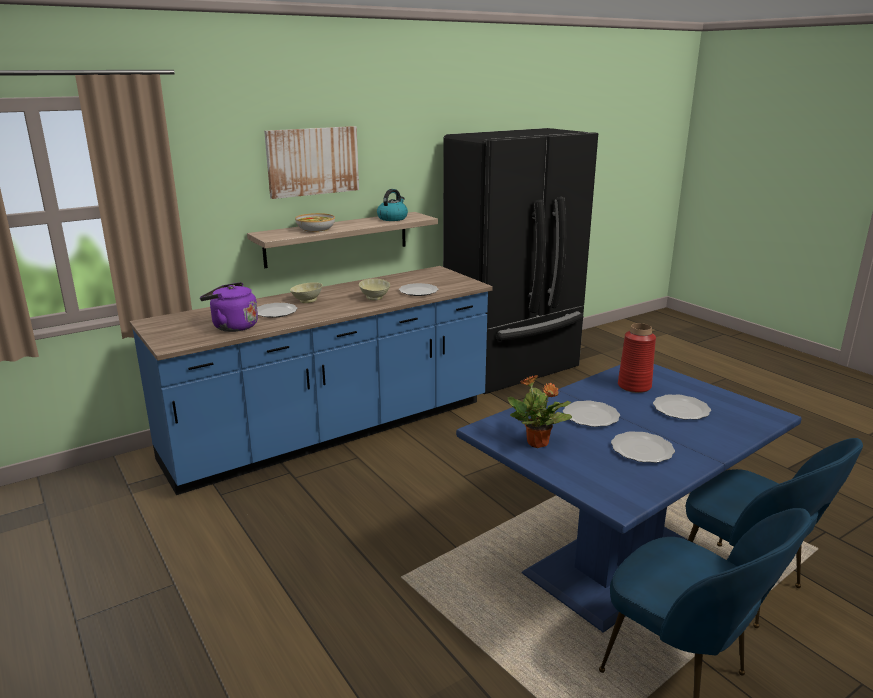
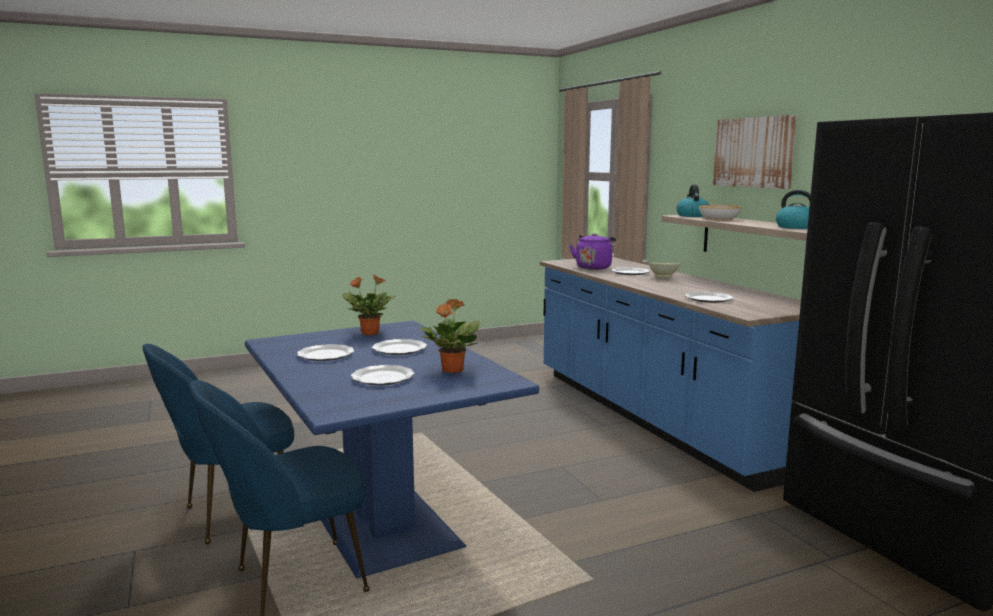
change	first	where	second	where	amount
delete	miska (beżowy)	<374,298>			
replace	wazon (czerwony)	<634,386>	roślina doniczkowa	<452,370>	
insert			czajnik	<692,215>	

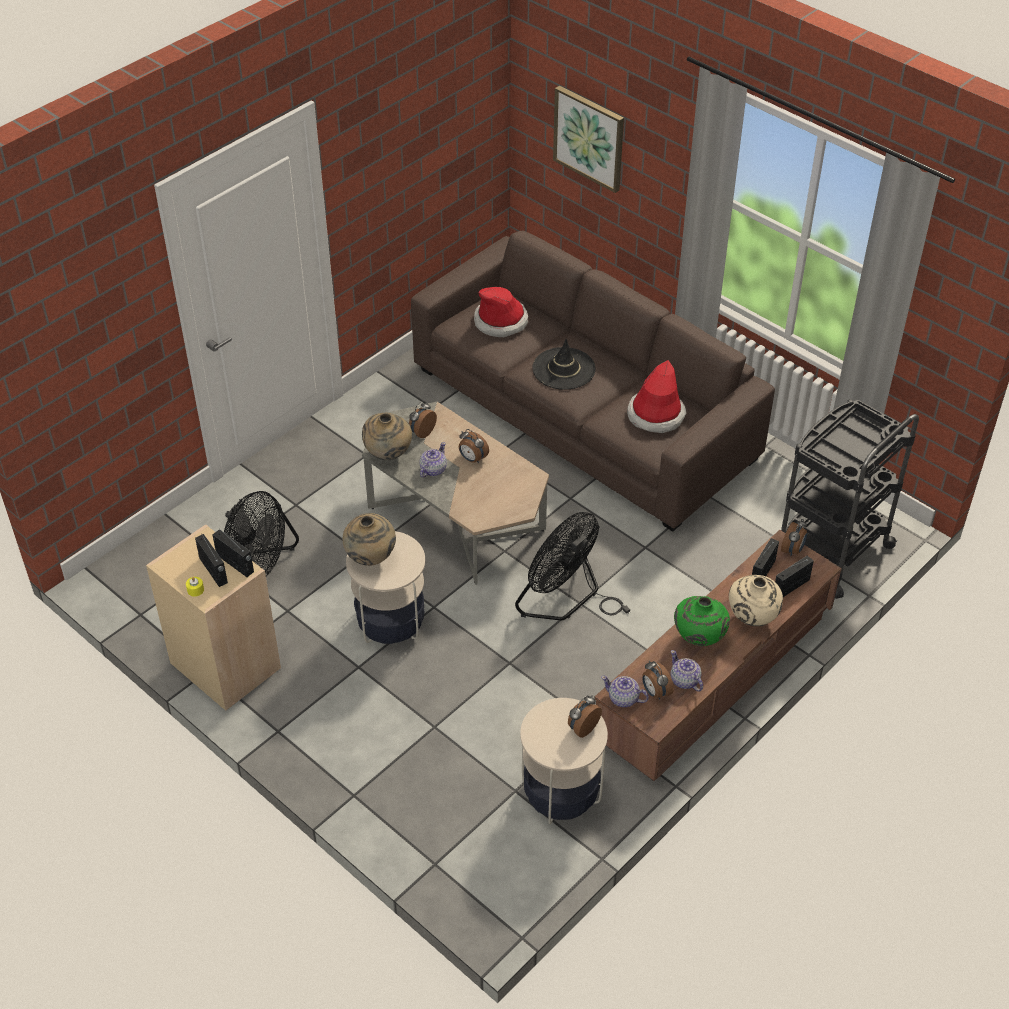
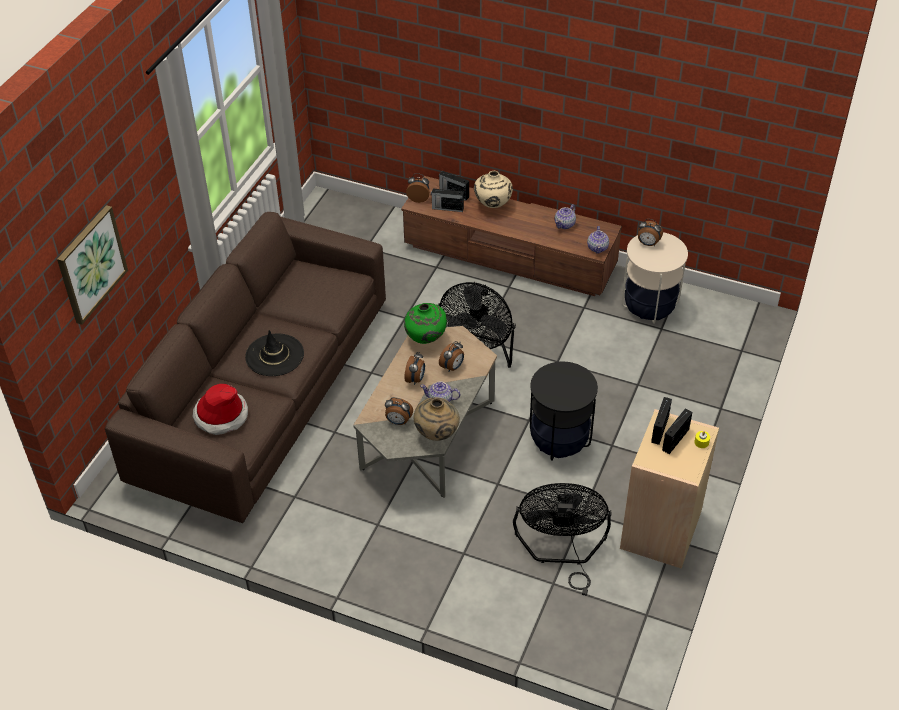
change	first	where	second	where	amount
delete	wazon (beżowy)	<371,559>			
recolor	stolik (beżowy)	<390,623>	stolik (czarny)	<559,440>	
delete	kapelusz	<656,415>			
move	budzik	<655,692>		<452,367>	
move	wazon (zielony)	<698,639>		<425,339>	
delete	wózek (czarny)	<830,550>			

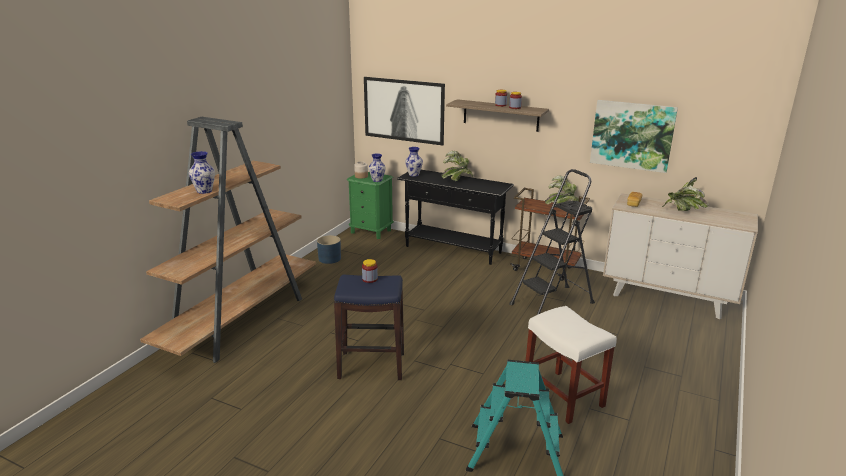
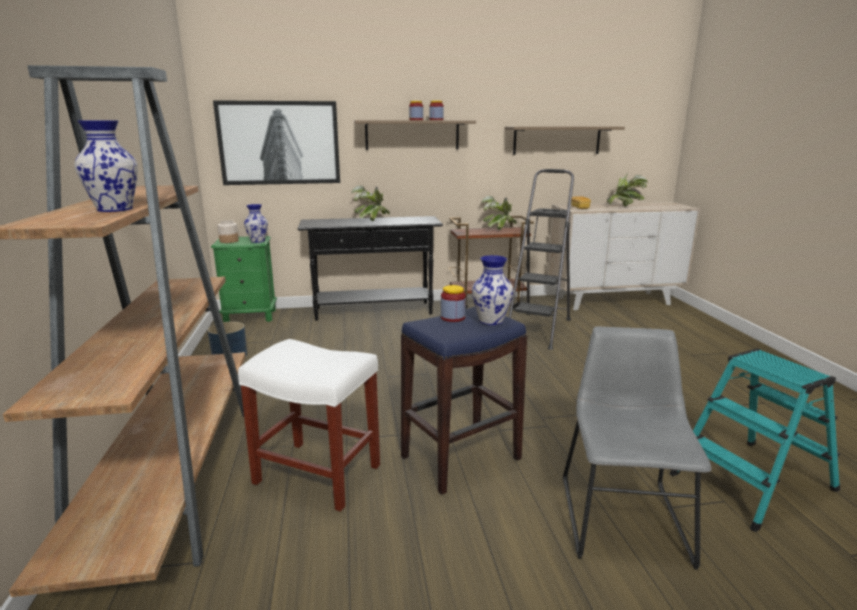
change	first	where	second	where	amount
move	wazon	<414,174>		<490,320>	
move	stołek (biały)	<564,397>		<319,474>	
replace	obraz	<632,135>	półka	<556,140>	
insert			krzesło (szary)	<622,514>	

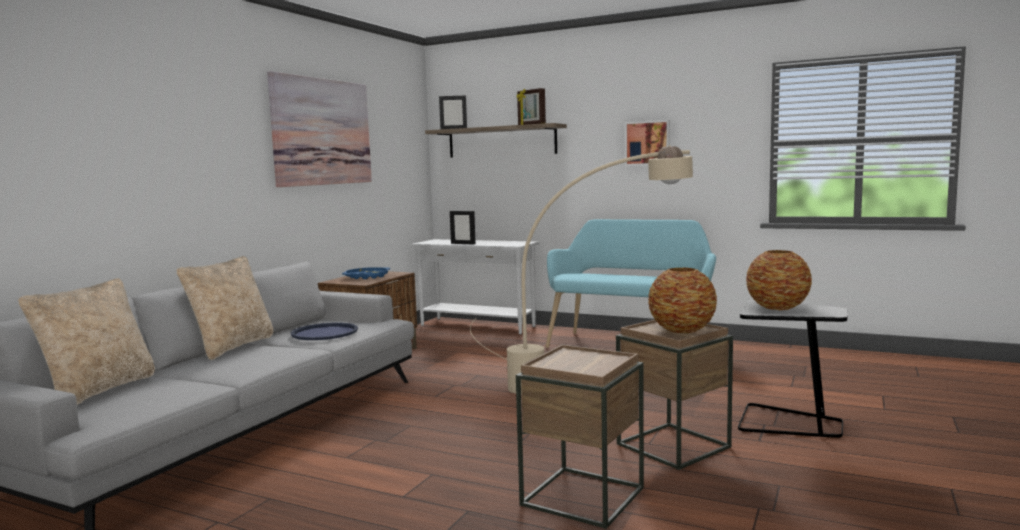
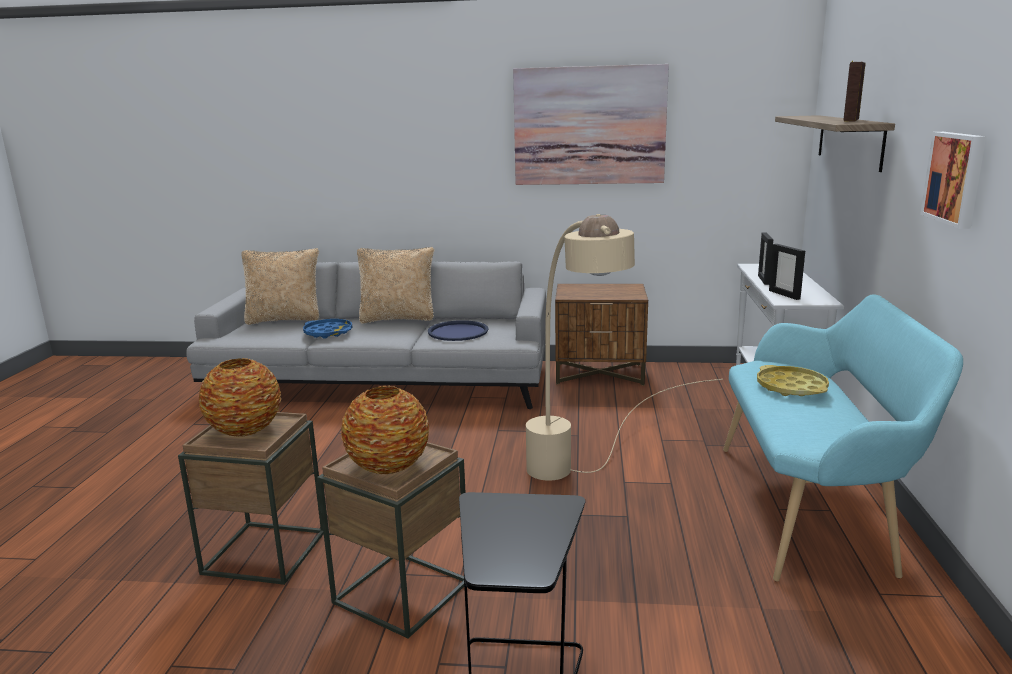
change	first	where	second	where	amount
move	taca (niebieski)	<366,277>		<328,332>	
move	ramka na zdjęcie	<453,129>		<785,294>	
move	wazon	<777,307>		<246,430>	
insert			taca (żółty)	<791,387>	

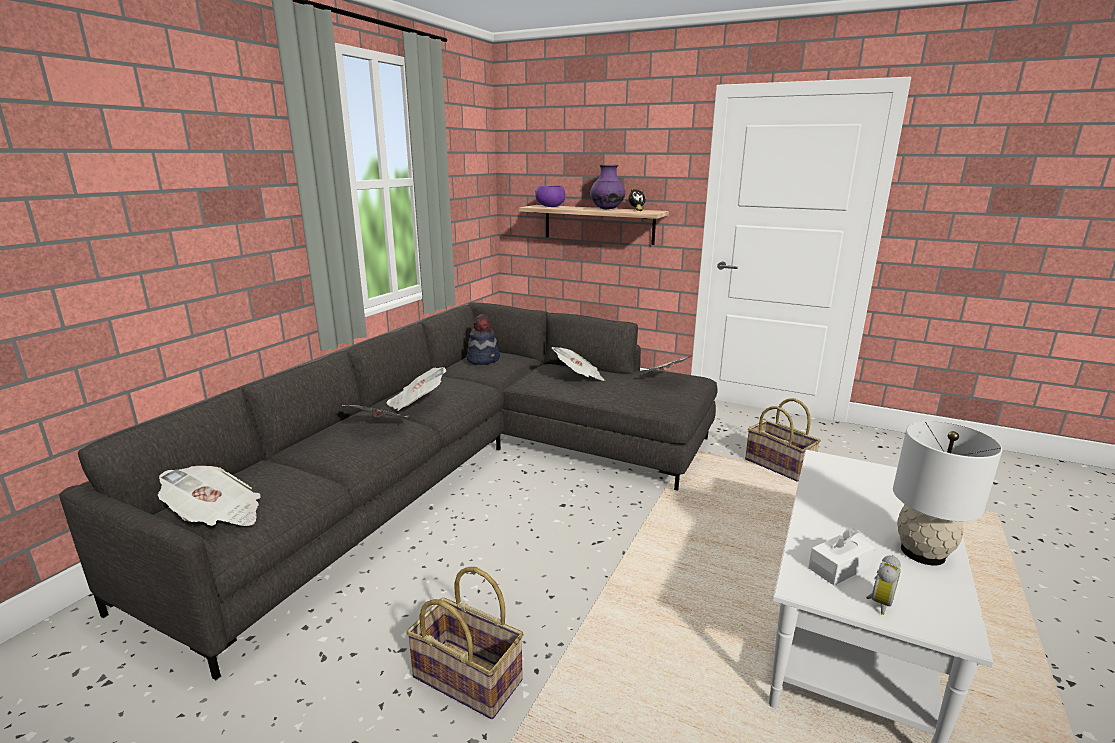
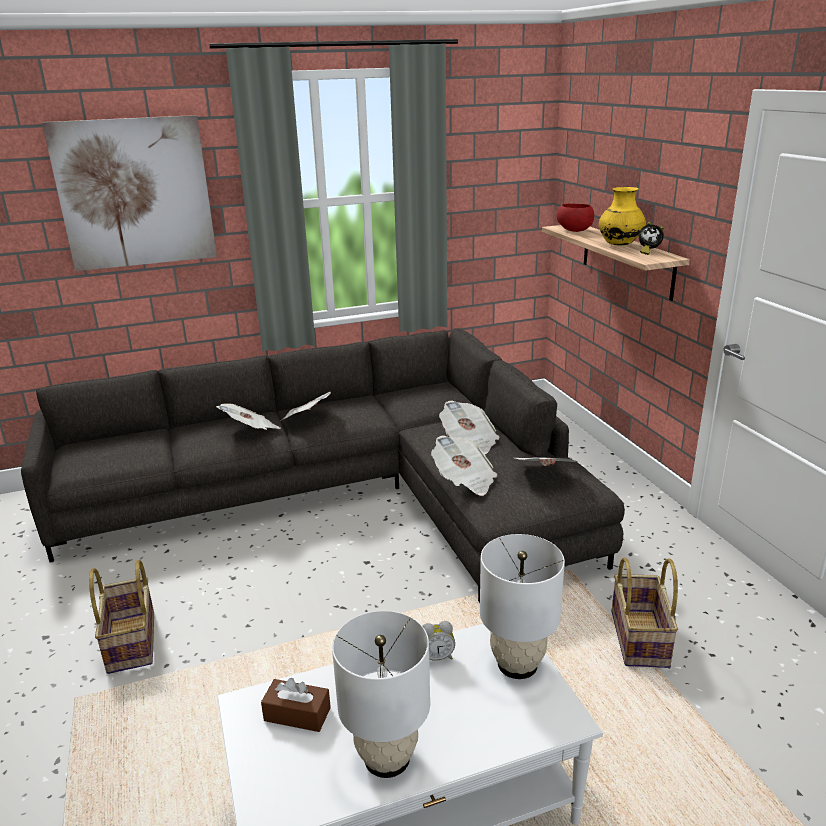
change	first	where	second	where	amount
move	gazeta	<217,516>		<464,480>	
delete	kapelusz	<483,359>			
recolor	miska (fioletowy)	<549,207>	miska (czerwony)	<573,230>	
recolor	wazon (fioletowy)	<607,209>	wazon (żółty)	<620,245>	
recolor	pudełko chusteczek (biały)	<839,567>	pudełko chusteczek (brązowy)	<297,714>	
move	budzik	<878,602>		<436,657>	
insert			obraz	<135,193>	
insert			lampa stołowa (biały)	<517,664>	

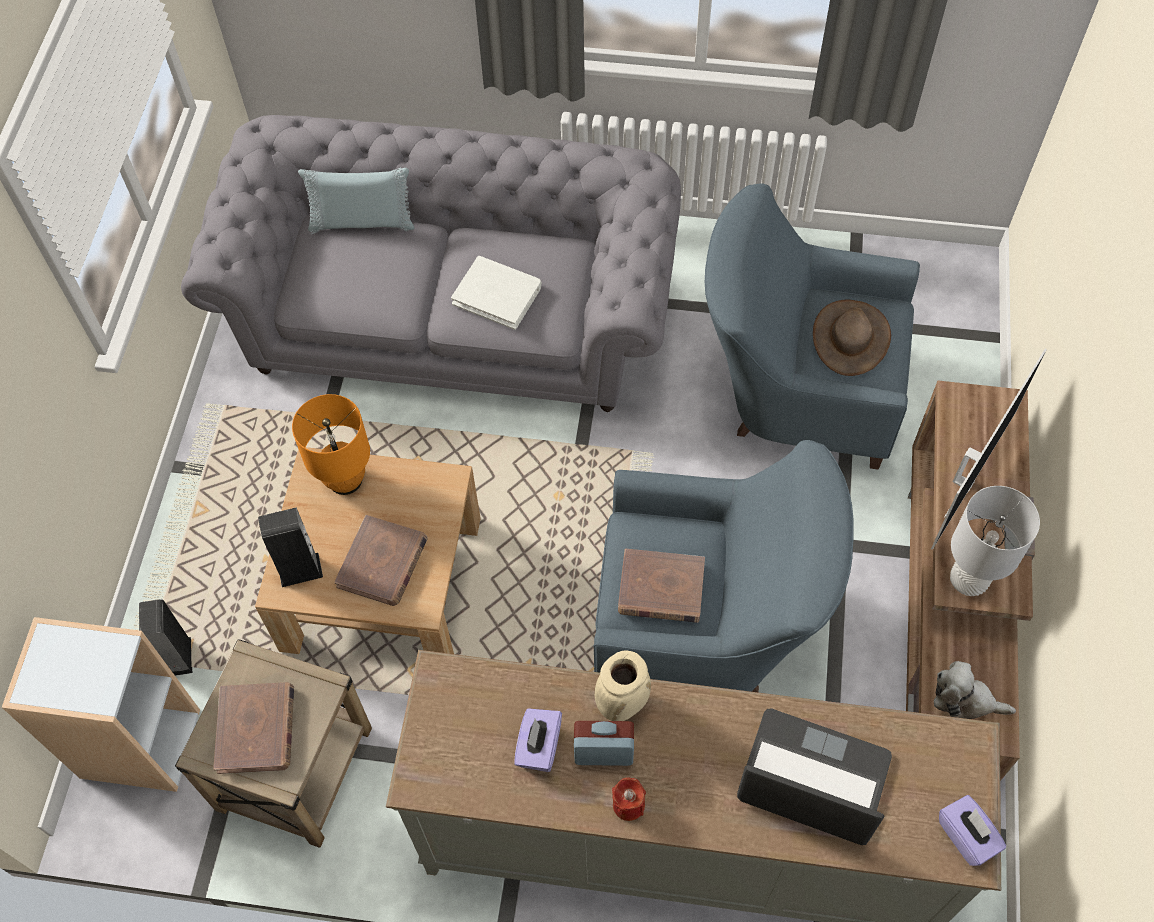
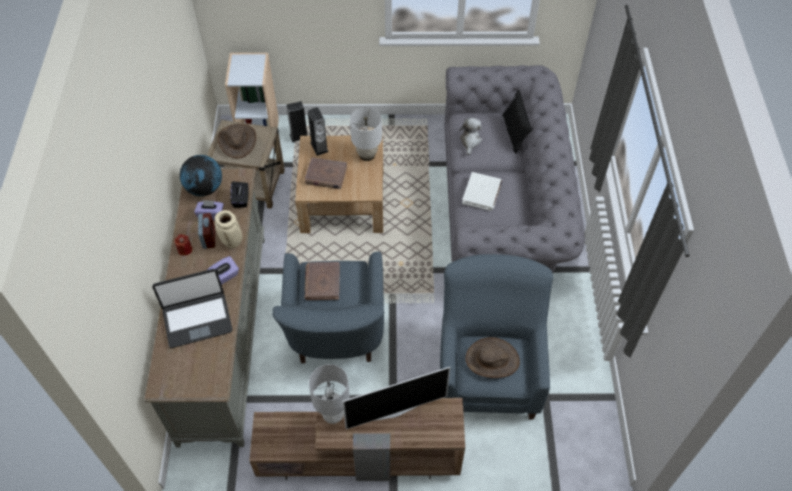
change	first	where	second	where	amount
replace	książka (brązowy)	<256,729>	kapelusz (brązowy)	<237,141>	
recolor	lampa stołowa (pomarańczowy)	<345,480>	lampa stołowa (biały)	<367,155>	
recolor	poduszka (niebieski)	<362,222>	poduszka (czarny)	<514,133>	
rotate	laptop	<813,779>		<197,319>	60 degrees clockwise
rotate	telewizor	<963,482>		<395,412>	45 degrees counterclockwise
move	pluszak	<965,700>		<470,141>	
move	pudełko chusteczek (fioletowy)	<967,836>		<225,276>	
insert			globus	<205,188>	
insert			pudełko chusteczek (czarny)	<241,199>	

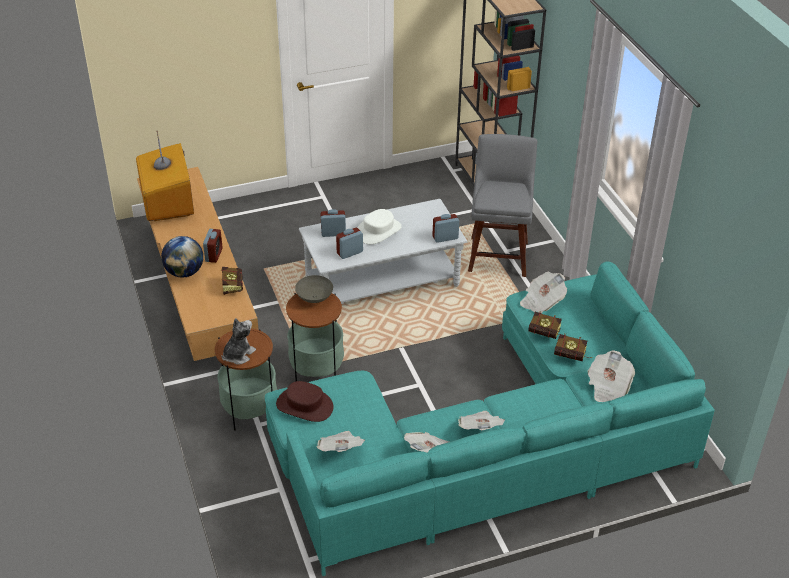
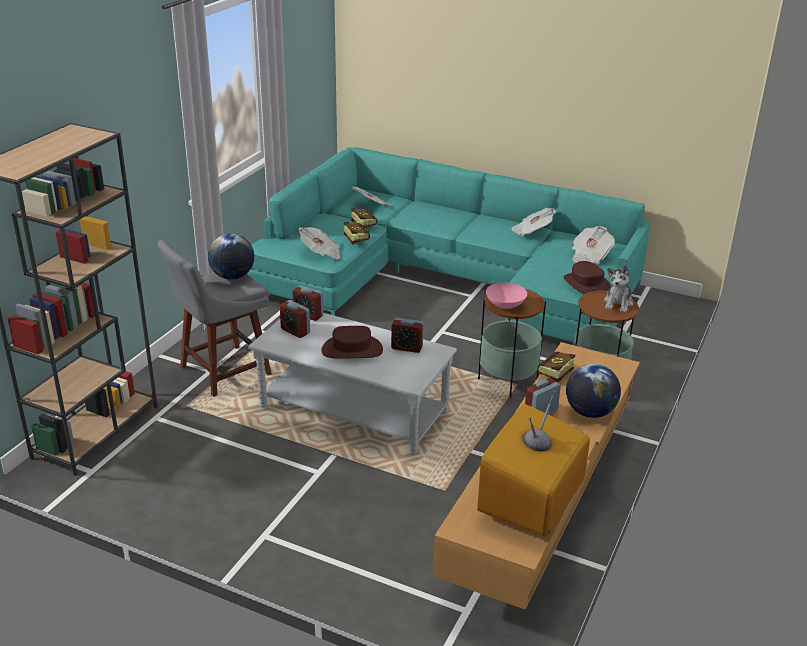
change	first	where	second	where	amount
rotate	pluszak	<238,355>		<618,303>	60 degrees counterclockwise
recolor	miska (szary)	<314,298>	miska (różowy)	<506,306>	
move	budzik	<333,233>		<295,331>	
recolor	kapelusz (biały)	<378,231>	kapelusz (brązowy)	<352,350>	
delete	gazeta	<480,429>			
insert			globus	<232,276>	

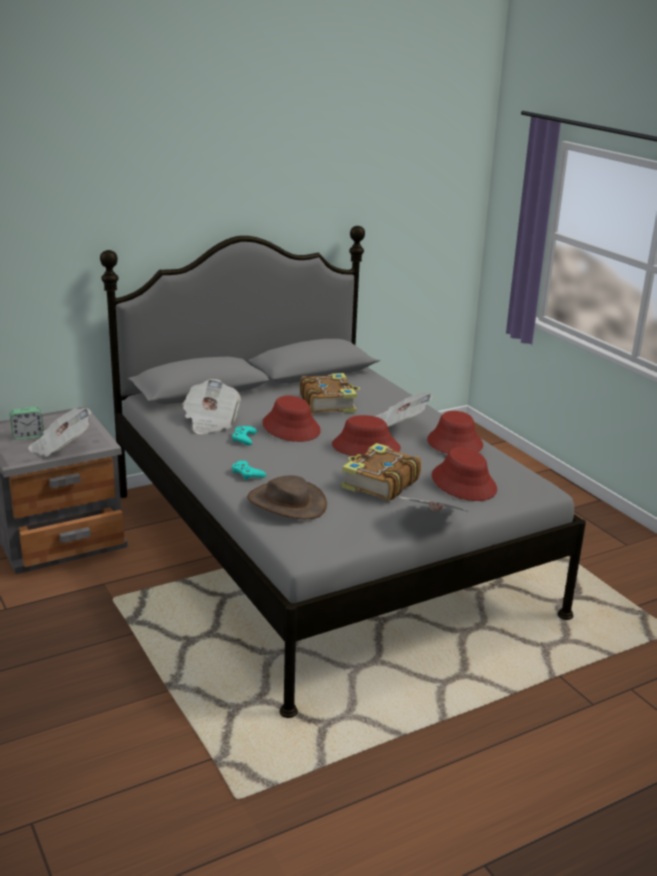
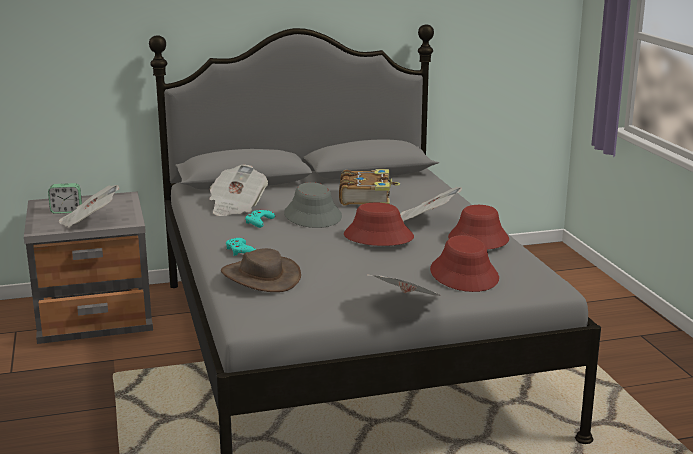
change	first	where	second	where	amount
recolor	kapelusz (czerwony)	<291,427>	kapelusz (szary)	<313,215>	
delete	książka	<379,483>			

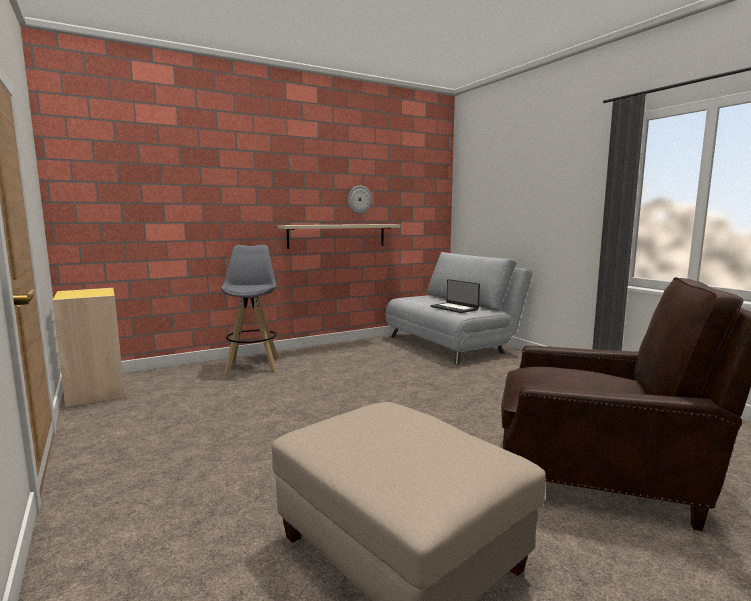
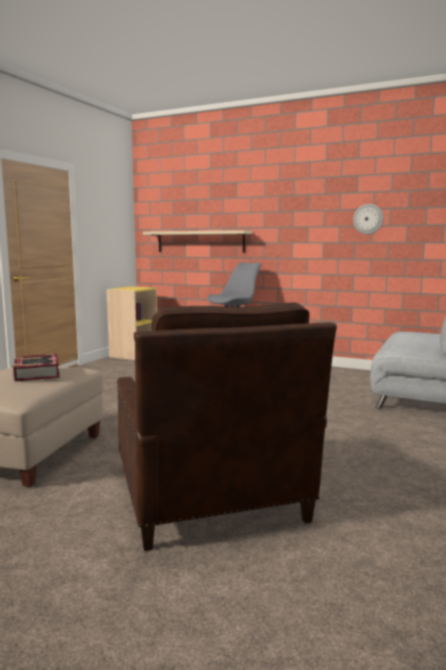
change	first	where	second	where	amount
move	półka (beżowy)	<337,236>		<200,241>	
delete	laptop	<454,308>			
insert			książka	<36,373>	

